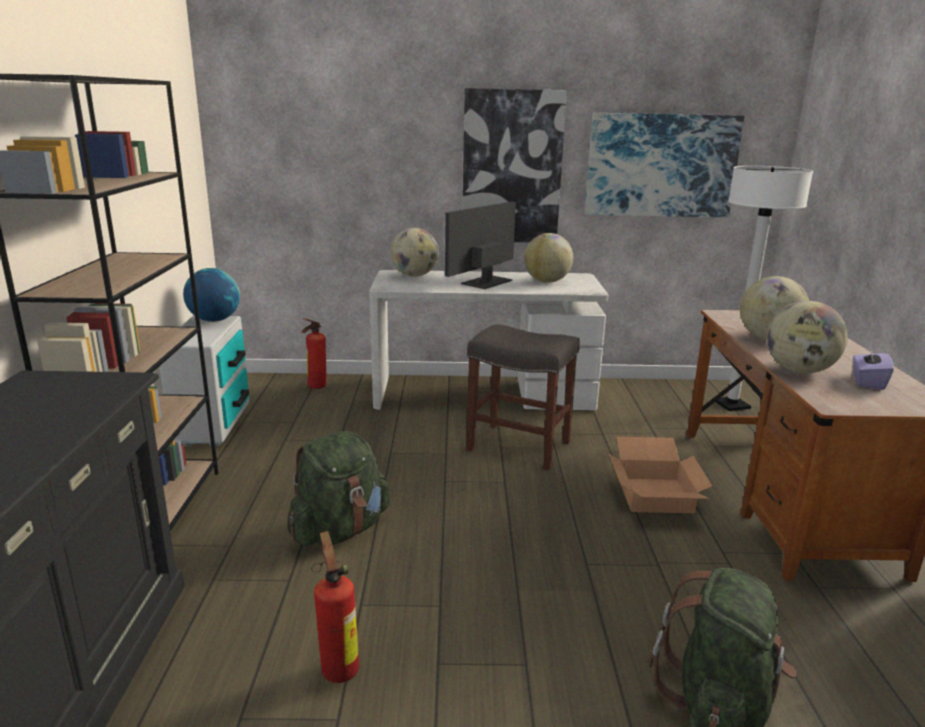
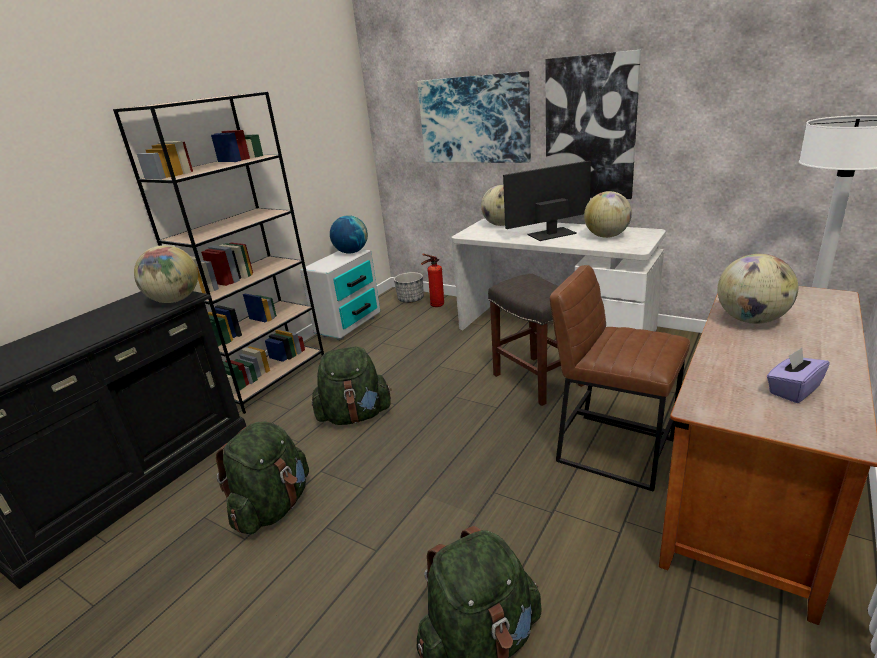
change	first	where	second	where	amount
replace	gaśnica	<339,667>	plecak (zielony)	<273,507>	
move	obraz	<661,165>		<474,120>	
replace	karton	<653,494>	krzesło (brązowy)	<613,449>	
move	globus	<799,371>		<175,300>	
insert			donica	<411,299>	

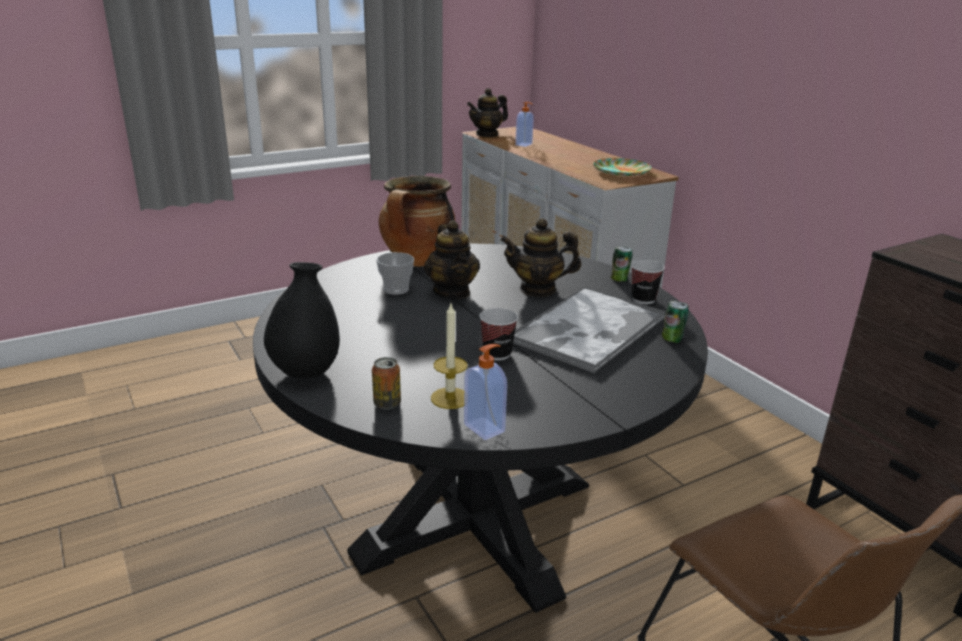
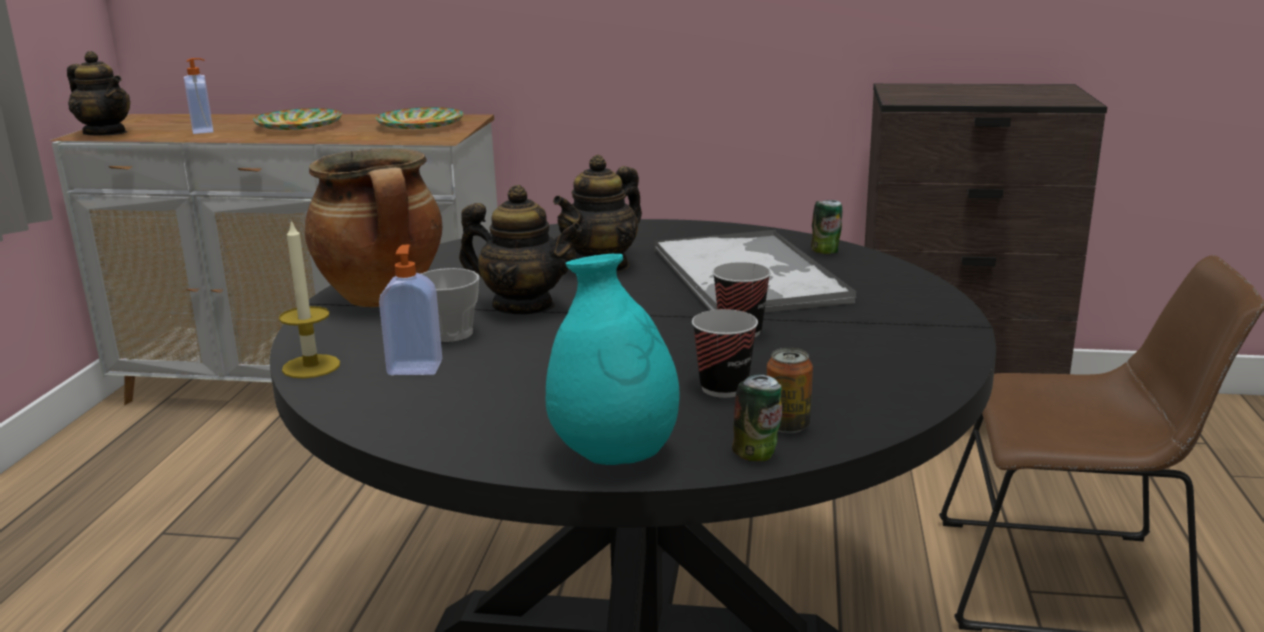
change	first	where	second	where	amount
recolor	wazon (czarny)	<305,372>	wazon (turkusowy)	<614,456>	
move	świeca	<450,398>		<311,366>	
move	dozownik mydła	<485,428>		<415,367>	
rotate	imbryk	<487,134>		<105,133>	60 degrees counterclockwise
move	puszka	<619,279>		<757,454>	
move	filiżanka	<643,299>		<724,388>	
insert			talerz	<300,125>	

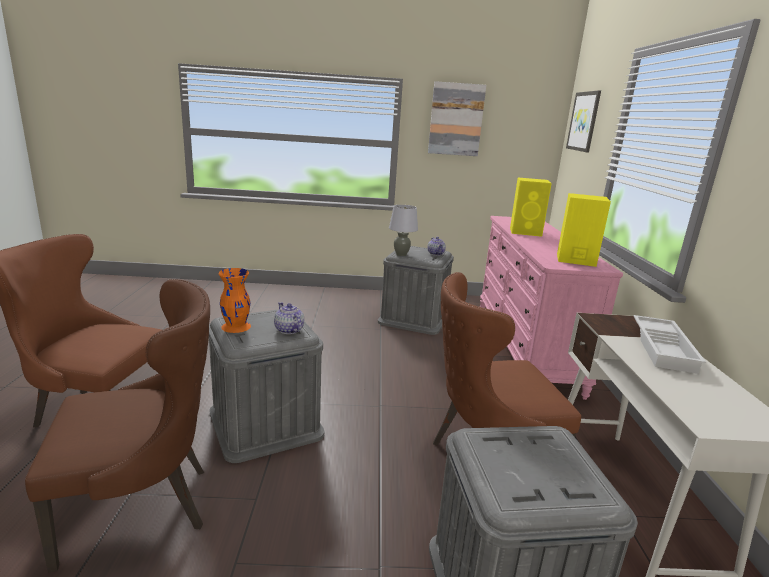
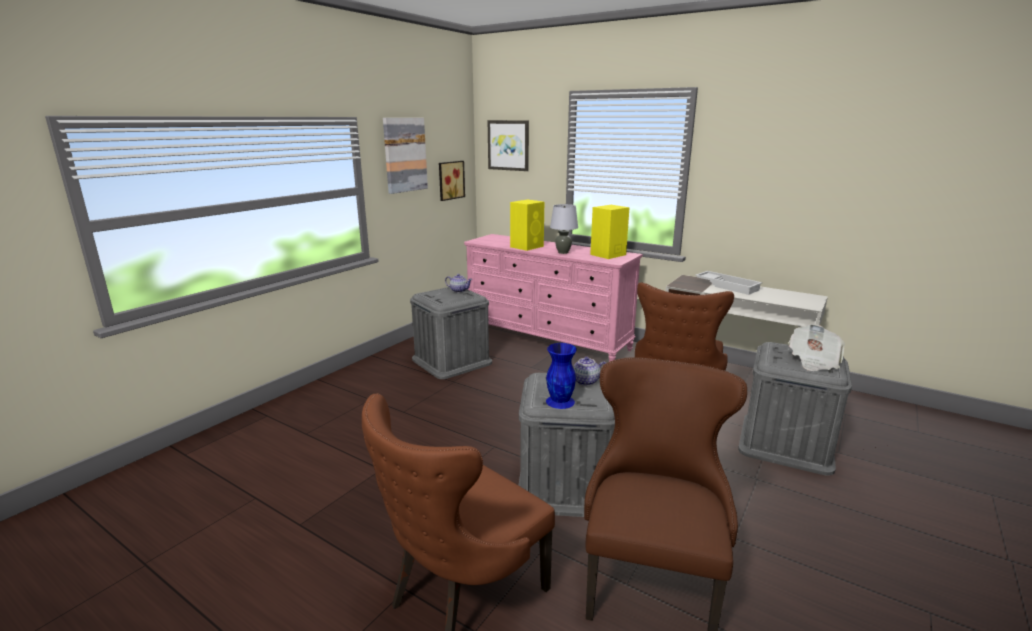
change	first	where	second	where	amount
recolor	wazon (pomarańczowy)	<236,326>	wazon (niebieski)	<560,401>	
move	lampa stołowa (szary)	<401,254>		<563,252>	
insert			obraz	<450,180>	
insert			gazeta	<813,361>	

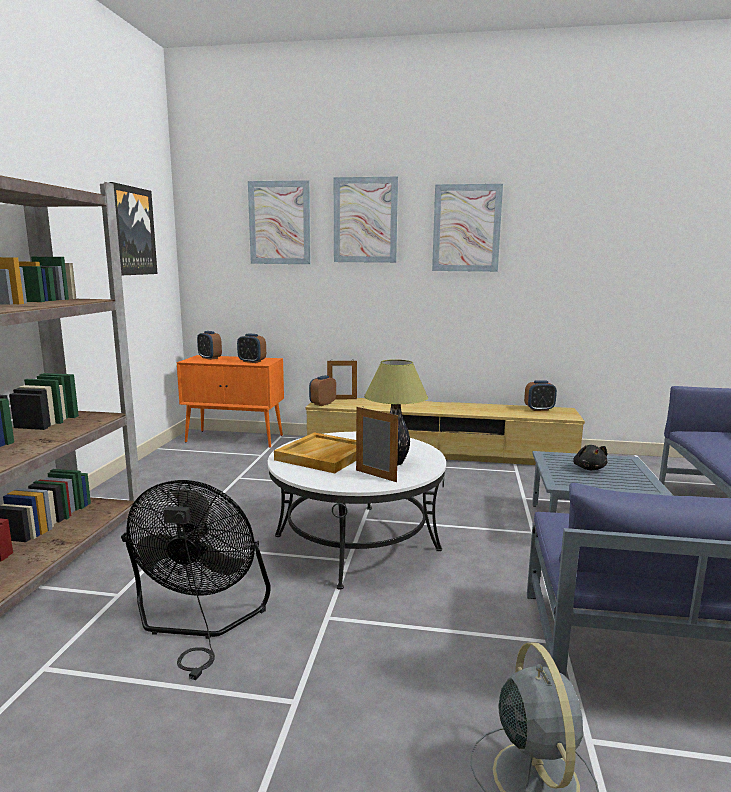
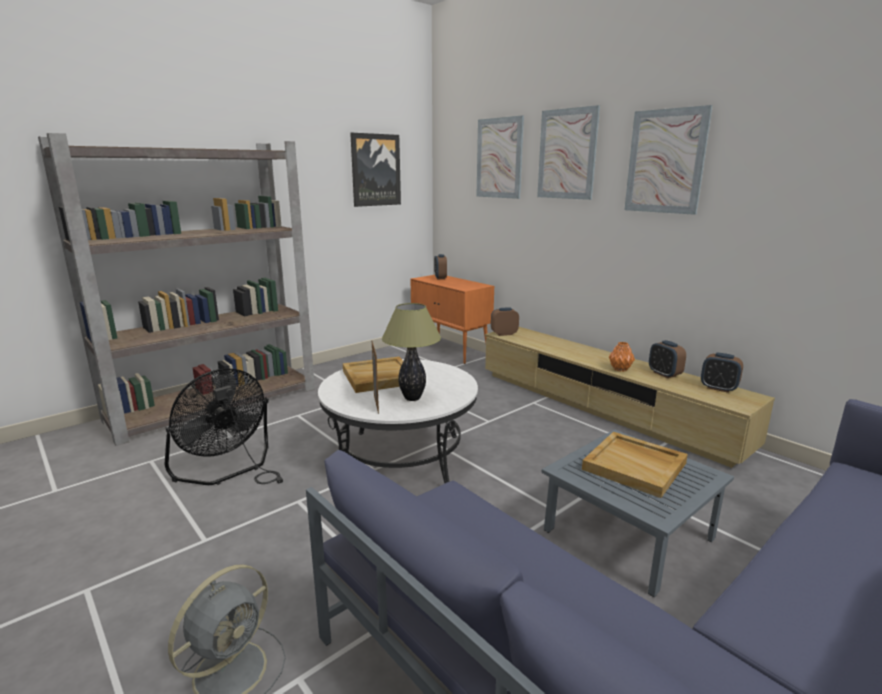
change	first	where	second	where	amount
rotate	wentylator (czarny)	<194,623>		<235,469>	90 degrees counterclockwise
move	budzik	<252,361>		<664,374>	
delete	ramka na zdjęcie	<342,399>			
replace	pluszak (czarny)	<589,468>	taca (beżowy)	<635,466>	
insert			wazon (pomarańczowy)	<620,369>	

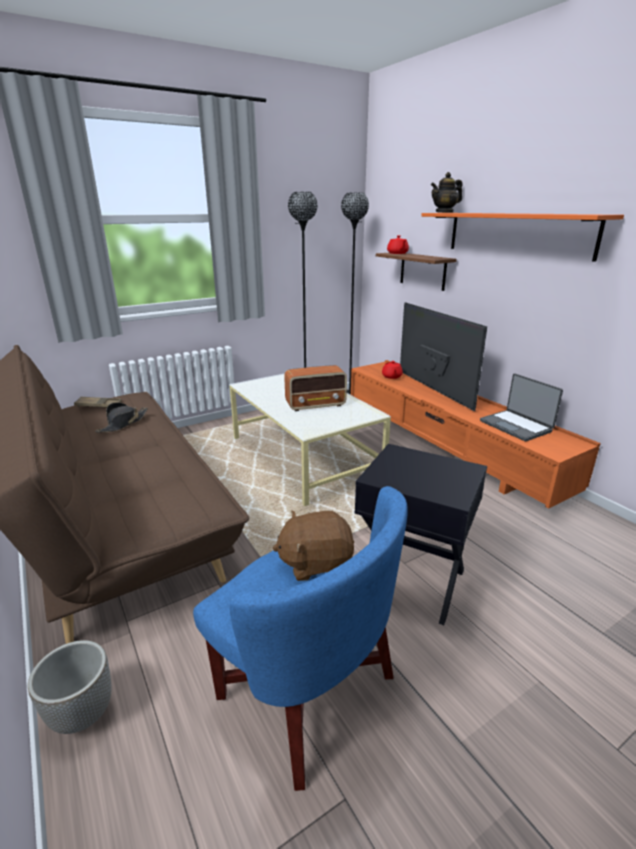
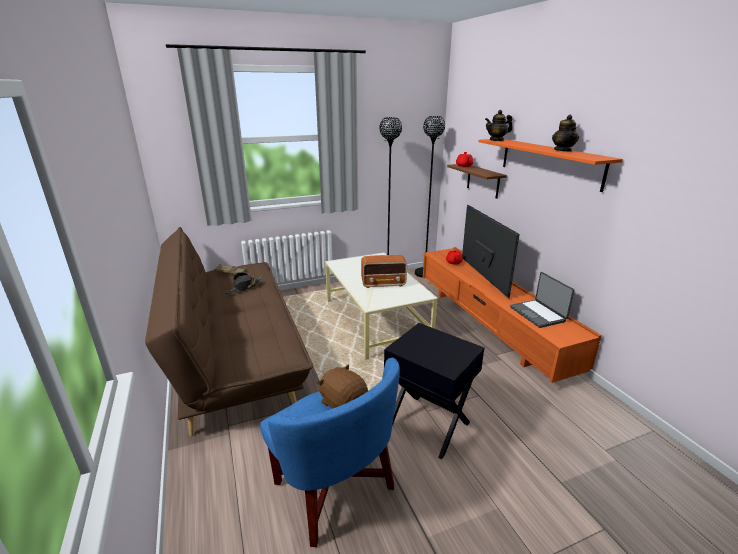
change	first	where	second	where	amount
delete	donica	<82,714>			
rotate	pluszak (brązowy)	<316,563>		<343,403>	45 degrees clockwise
insert			imbryk	<563,150>	

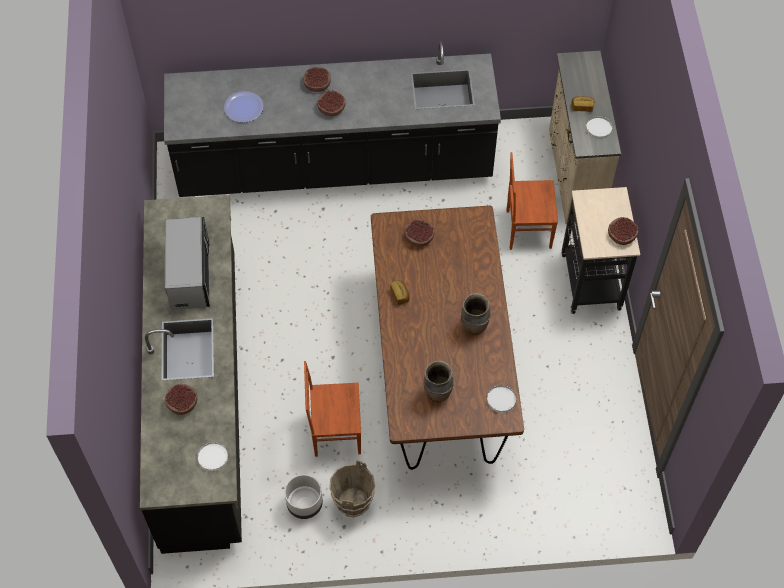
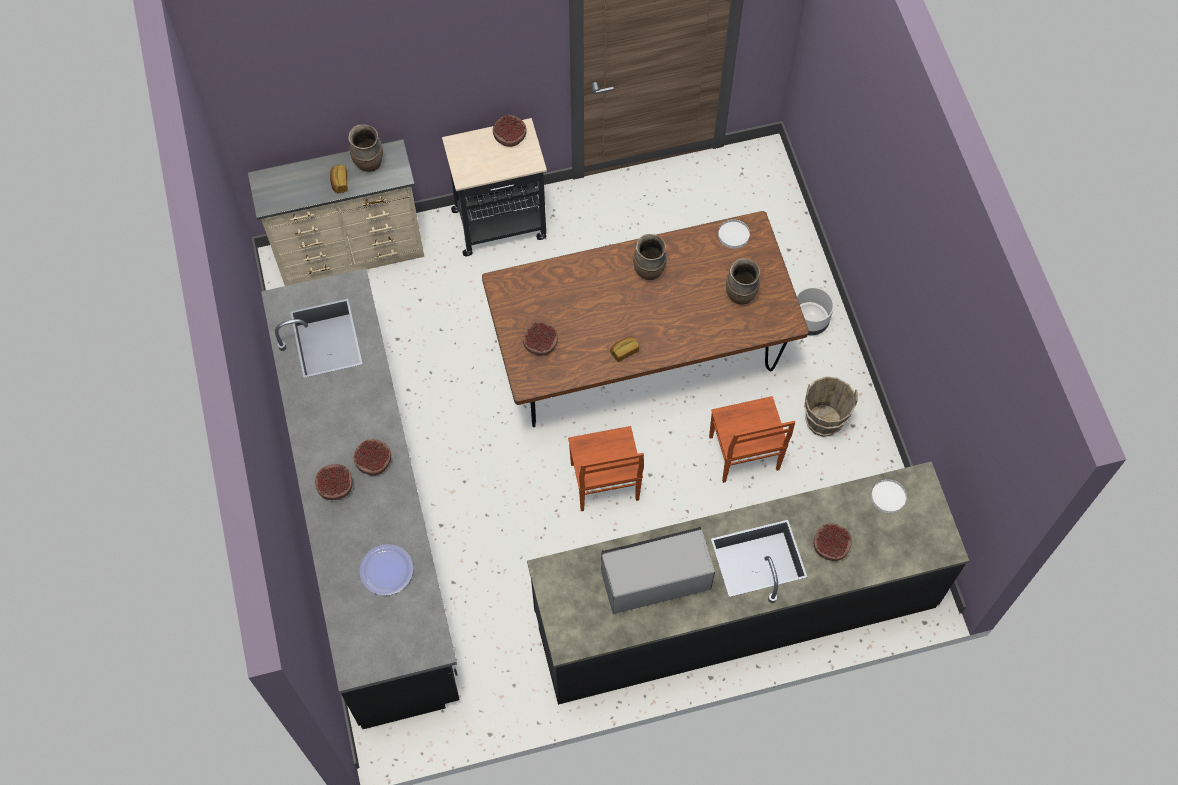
change	first	where	second	where	amount
move	donica (szary)	<305,503>		<809,320>	
move	krzesło (brązowy)	<527,228>		<603,483>	
replace	talerz (biały)	<598,128>	wazon (brązowy)	<369,163>	

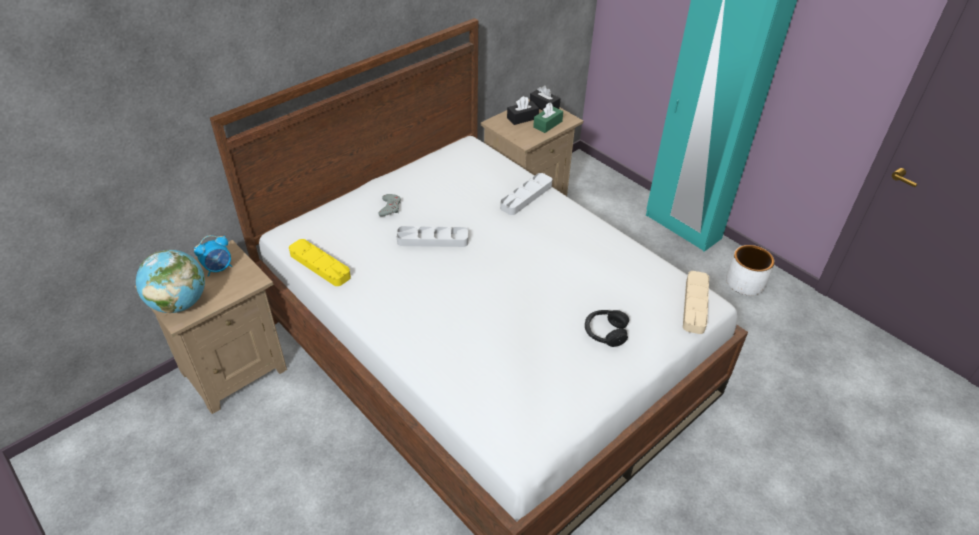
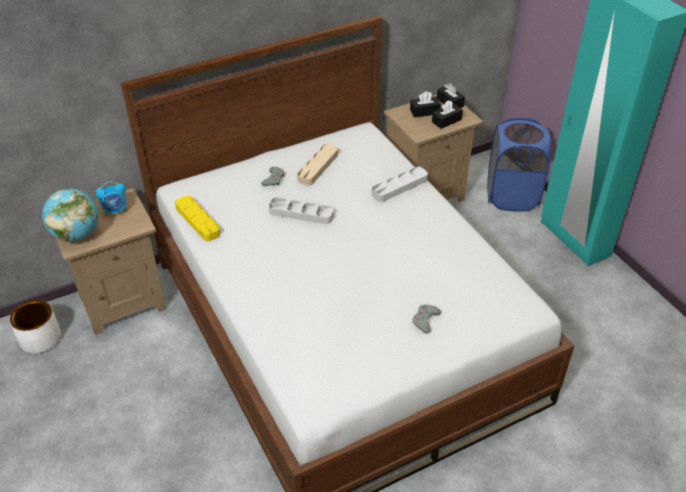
change	first	where	second	where	amount
recolor	pudełko chusteczek (zielony)	<547,124>	pudełko chusteczek (czarny)	<446,121>	
replace	słuchawki (czarny)	<605,332>	pad do gier (szary)	<425,320>	
move	taca (beżowy)	<695,304>		<318,167>	
move	donica (biały)	<745,283>		<41,339>	
insert			kosz na pranie (niebieski)	<512,196>	

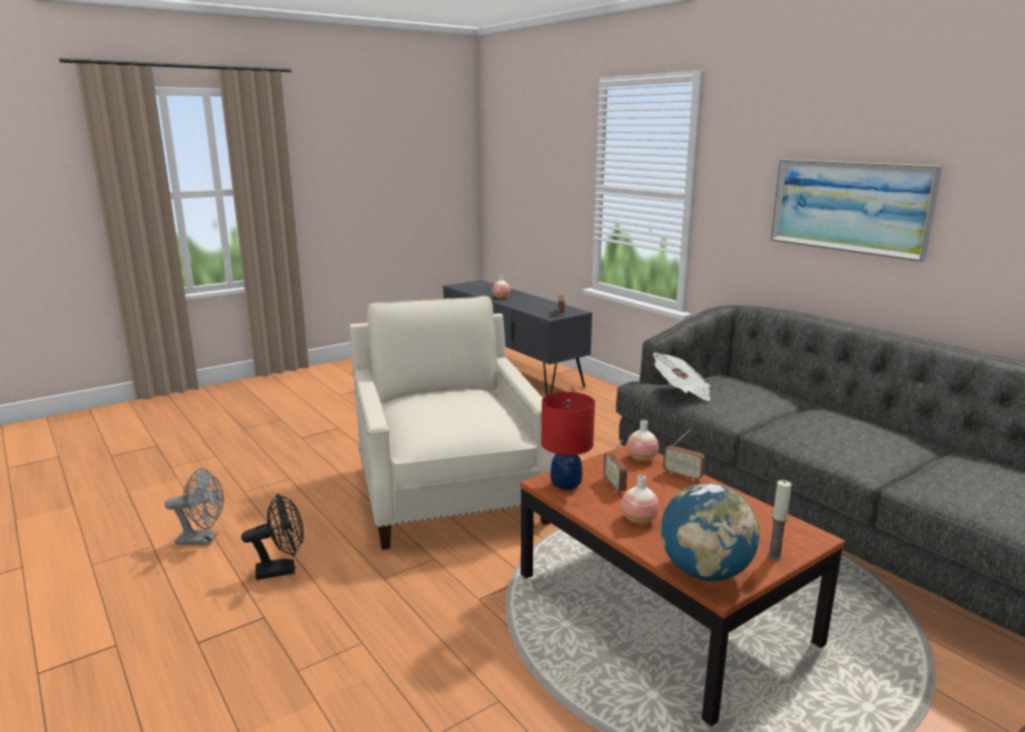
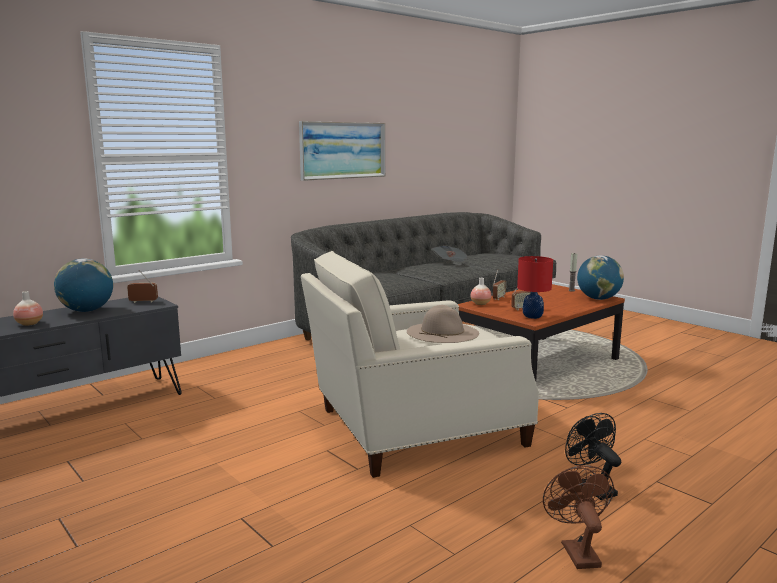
change	first	where	second	where	amount
recolor	wentylator (szary)	<203,540>	wentylator (brązowy)	<577,551>	
delete	wazon	<639,520>			
move	gazeta	<682,392>		<450,264>	
insert			globus	<87,311>	
insert			kapelusz (beżowy)	<442,332>	

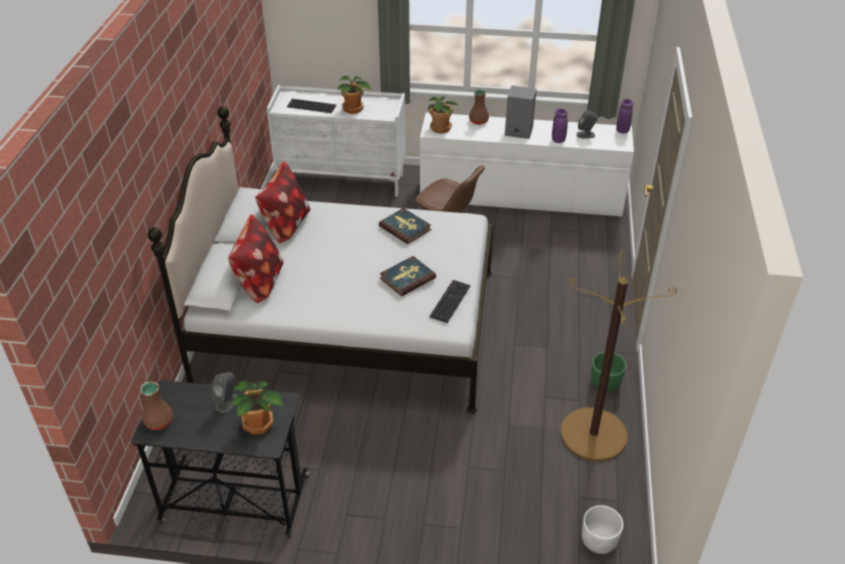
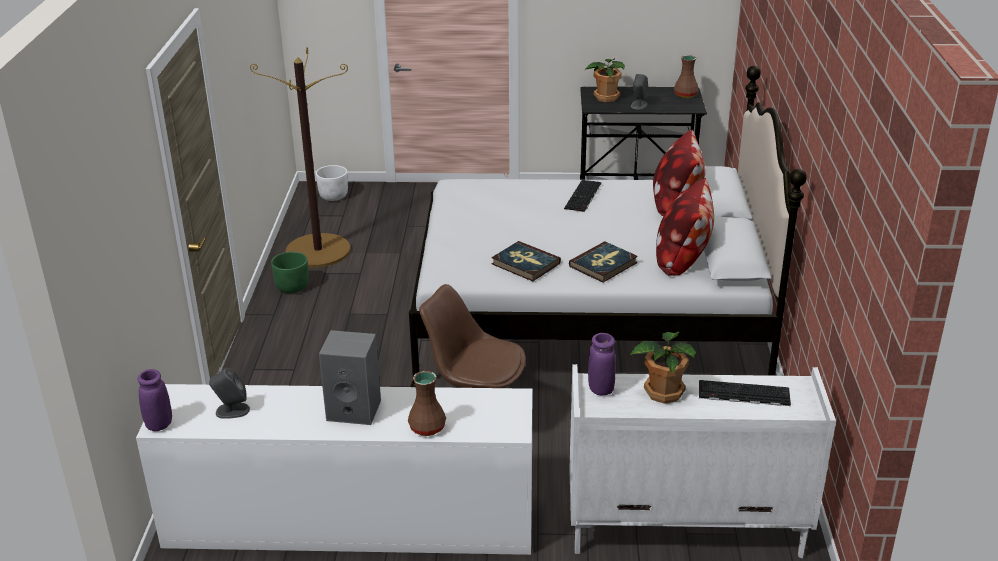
change	first	where	second	where	amount
move	książka	<407,278>		<603,264>	
delete	roślina doniczkowa	<441,128>			
move	klawiatura	<449,300>		<583,196>	
move	wazon (fioletowy)	<558,140>		<601,389>	

